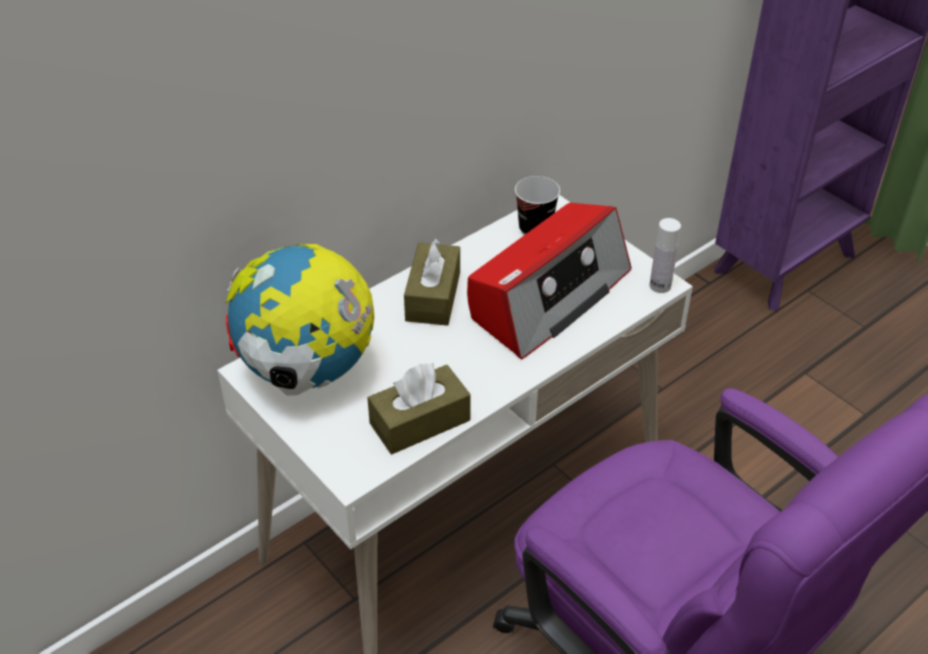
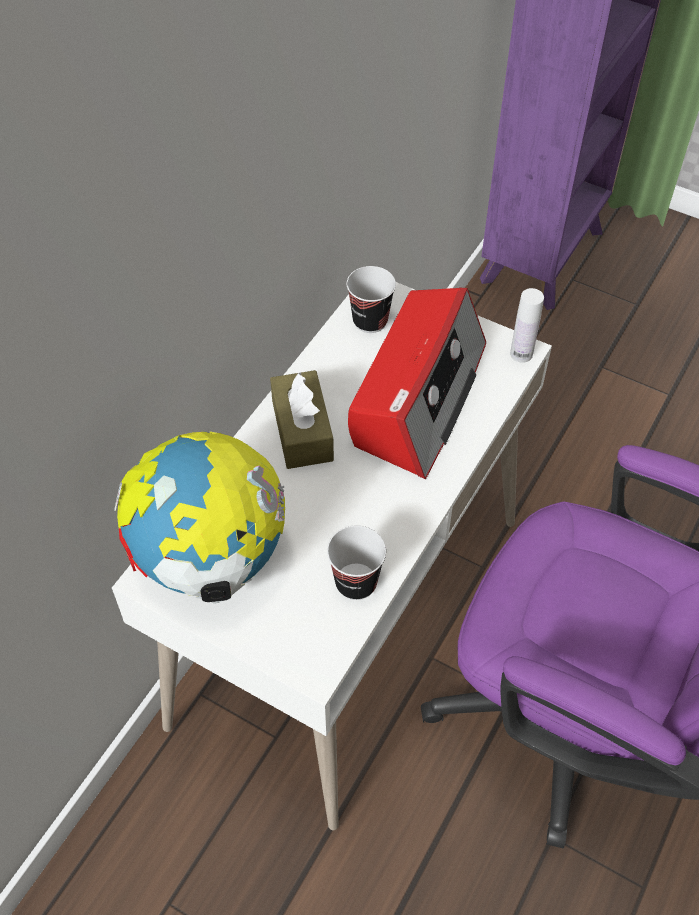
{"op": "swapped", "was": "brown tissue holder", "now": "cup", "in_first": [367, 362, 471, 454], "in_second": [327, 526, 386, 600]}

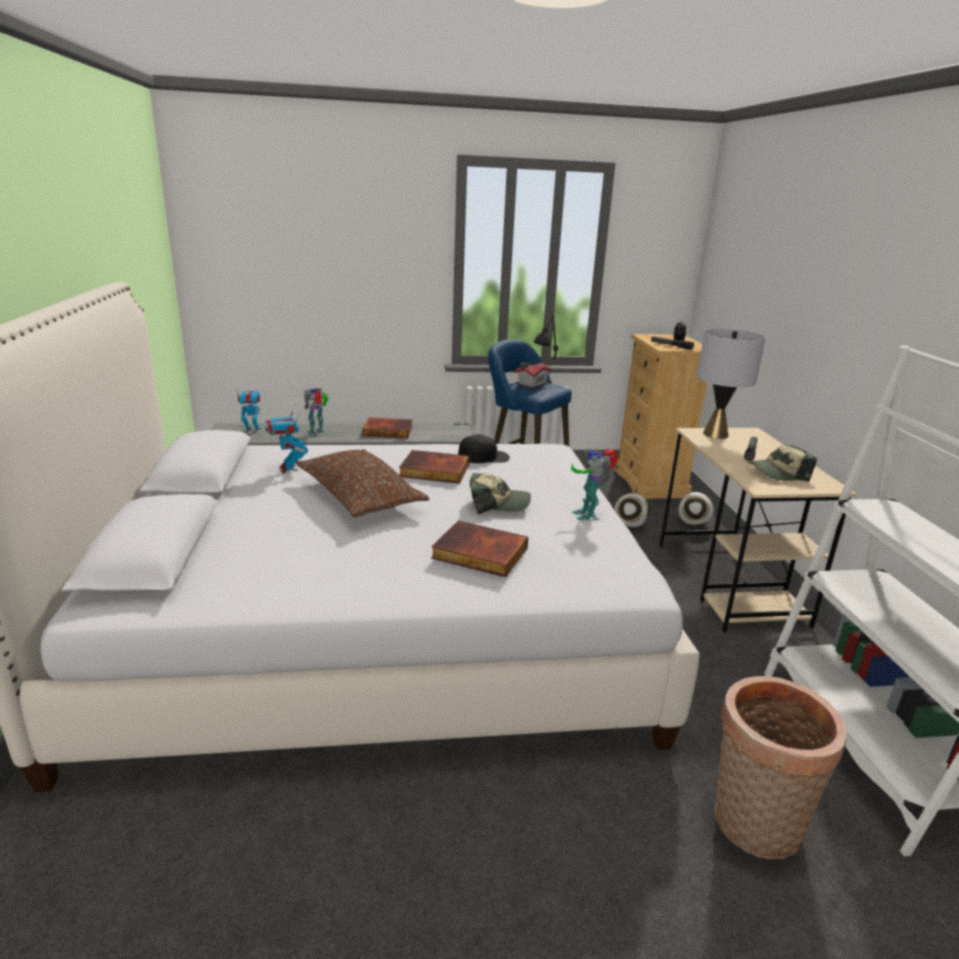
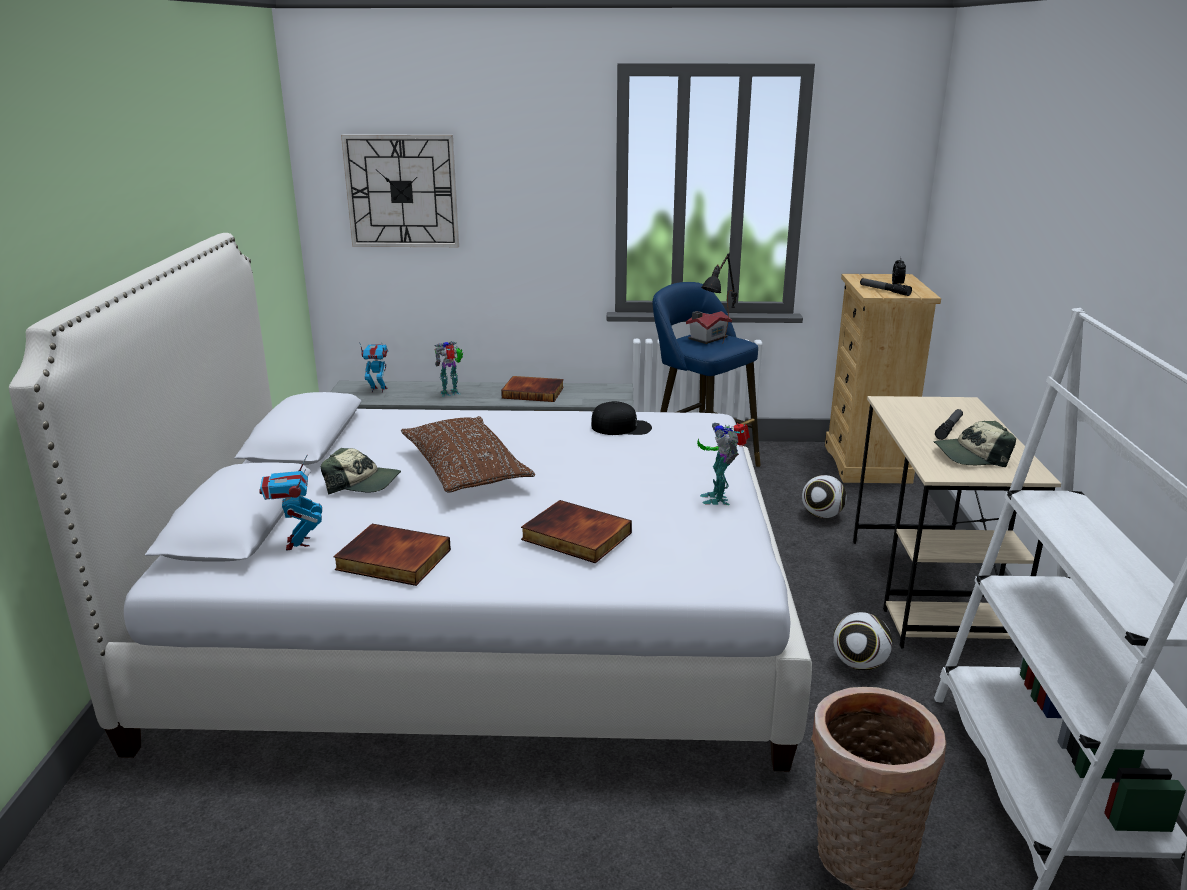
{"op": "gone", "was": "greyish table lamp", "in_first": [697, 328, 766, 439]}
{"op": "new", "now": "hanging clock", "in_second": [341, 134, 459, 247]}
{"op": "shifted", "was": "model robot", "in_first": [265, 405, 308, 473], "in_second": [259, 455, 322, 550]}
{"op": "shifted", "was": "bound book", "in_first": [399, 450, 470, 484], "in_second": [333, 524, 451, 586]}
{"op": "shifted", "was": "baseball cap", "in_first": [470, 473, 531, 514], "in_second": [321, 448, 401, 495]}
{"op": "shifted", "was": "football ball", "in_first": [678, 492, 714, 526], "in_second": [833, 612, 892, 670]}

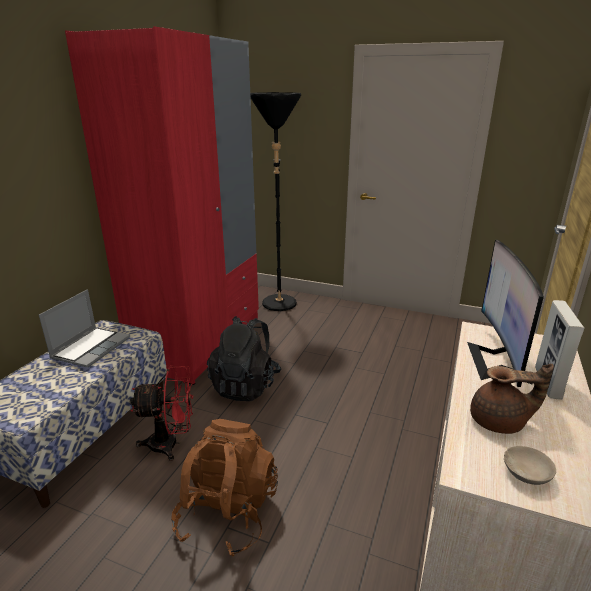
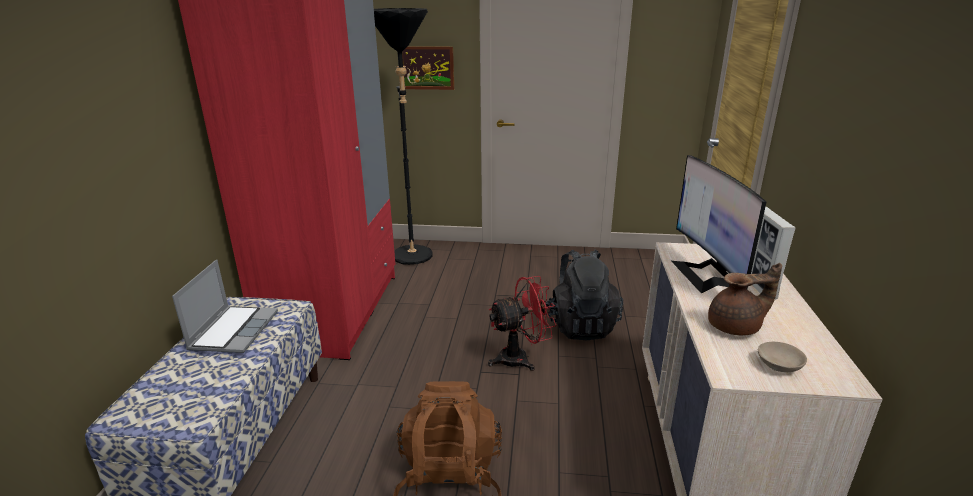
{"op": "new", "now": "wall picture", "in_second": [402, 46, 454, 90]}
{"op": "shifted", "was": "red electric fan", "in_first": [130, 365, 193, 461], "in_second": [488, 276, 556, 371]}
{"op": "shifted", "was": "blackish knapsack", "in_first": [207, 316, 281, 401], "in_second": [546, 249, 623, 340]}

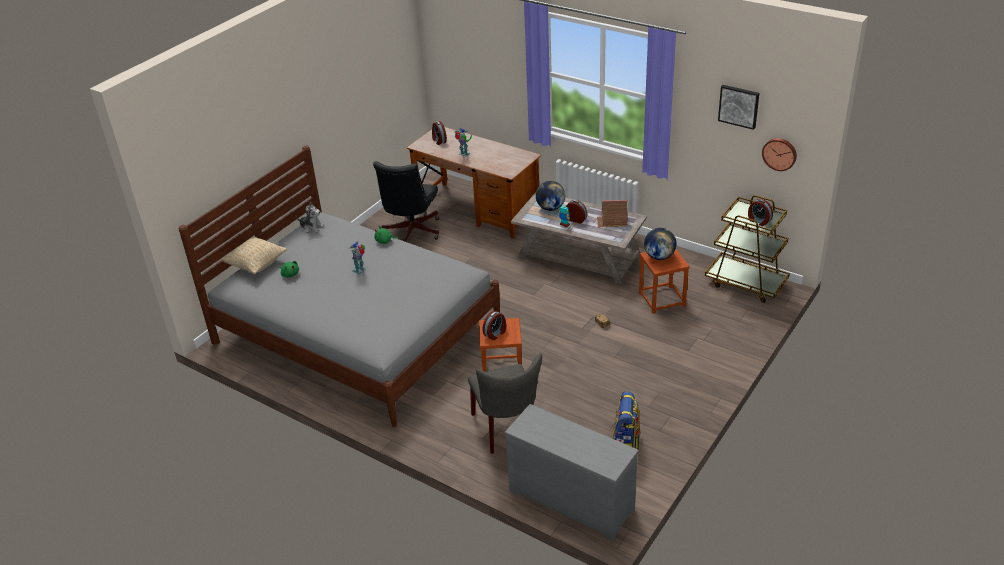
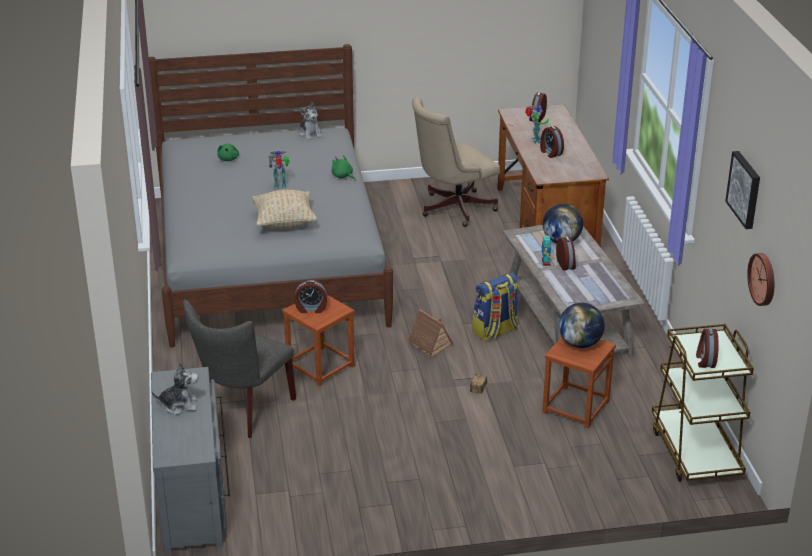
{"op": "new", "now": "plush toy", "in_second": [151, 363, 198, 415]}
{"op": "new", "now": "bedside clock", "in_second": [540, 126, 564, 158]}
{"op": "shifted", "was": "beige pillow", "in_first": [222, 237, 287, 274], "in_second": [252, 190, 317, 229]}
{"op": "shifted", "was": "toy house", "in_first": [597, 200, 628, 227], "in_second": [406, 309, 453, 357]}
{"op": "shifted", "was": "knapsack", "in_first": [612, 391, 641, 450], "in_second": [472, 273, 519, 341]}
{"op": "repainted", "was": "blackish desk chair", "now": "beige desk chair", "in_first": [373, 161, 439, 242], "in_second": [412, 97, 500, 227]}

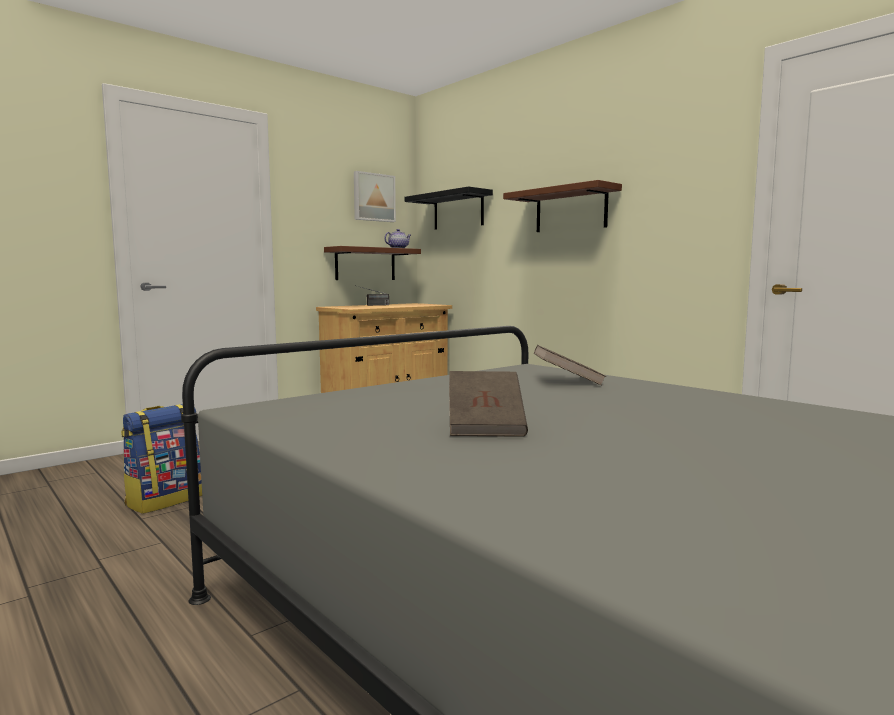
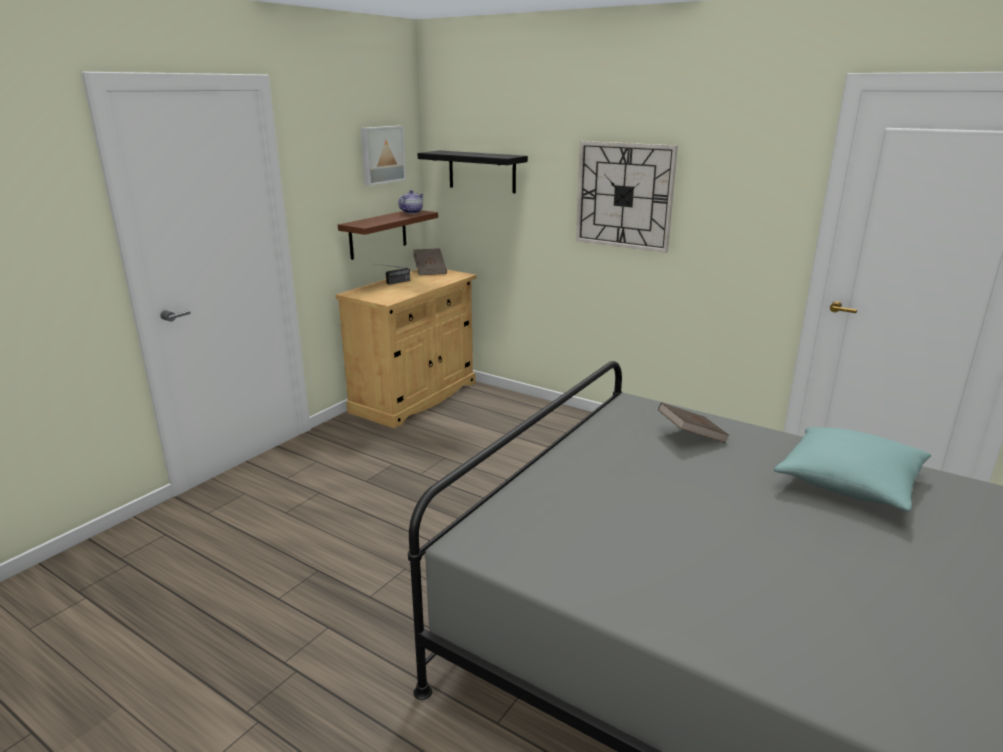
{"op": "gone", "was": "knapsack", "in_first": [121, 404, 202, 514]}
{"op": "new", "now": "turquoise-coloured pillow", "in_second": [774, 427, 932, 511]}
{"op": "shifted", "was": "brown bound book", "in_first": [449, 371, 528, 437], "in_second": [413, 248, 447, 275]}
{"op": "swapped", "was": "brown shelf", "now": "hanging clock", "in_first": [503, 180, 622, 232], "in_second": [576, 141, 678, 253]}

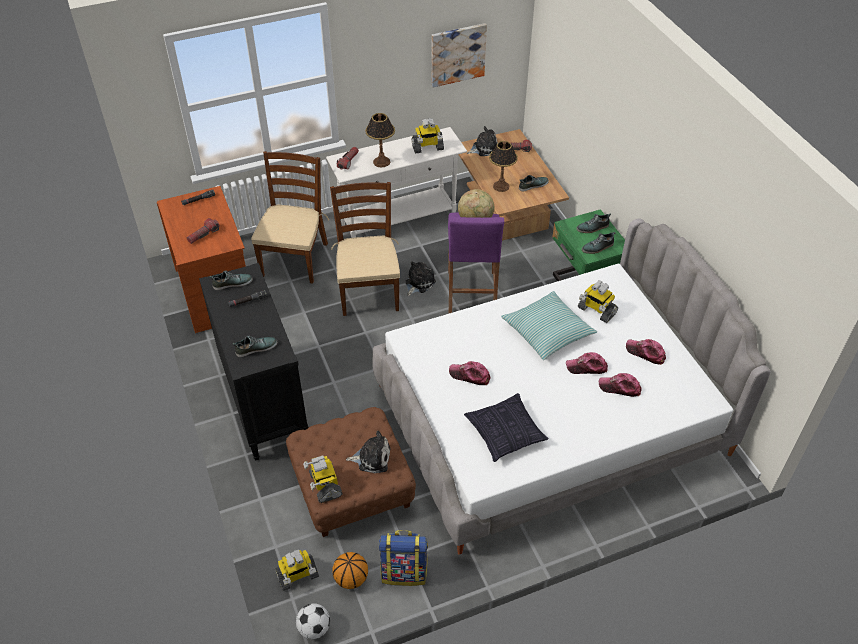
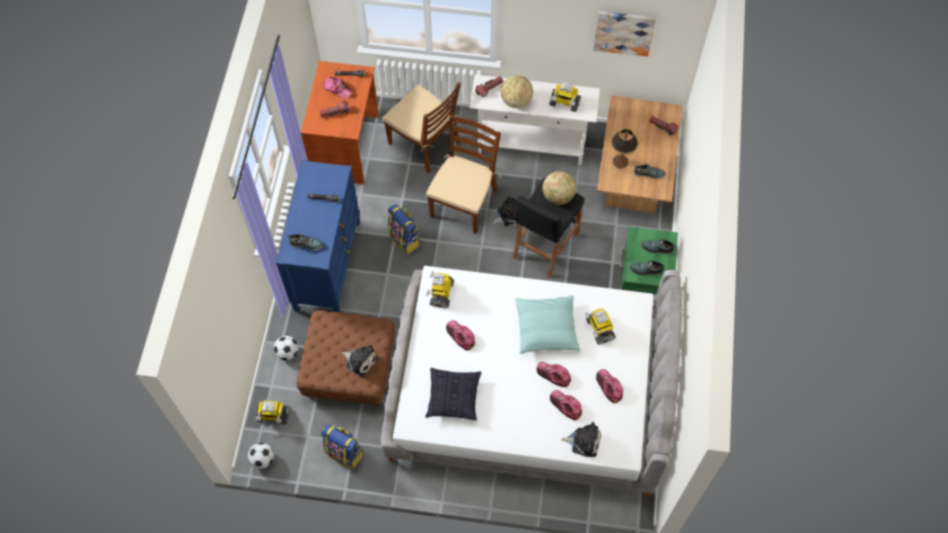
{"op": "gone", "was": "item of footwear", "in_first": [210, 271, 253, 290]}
{"op": "gone", "was": "ball for basketball", "in_first": [332, 552, 368, 589]}
{"op": "new", "now": "football ball", "in_second": [274, 336, 299, 360]}
{"op": "new", "now": "baseball cap", "in_second": [323, 77, 353, 99]}
{"op": "new", "now": "knapsack", "in_second": [388, 204, 421, 255]}
{"op": "shifted", "was": "model robot", "in_first": [303, 456, 343, 503], "in_second": [426, 271, 454, 308]}
{"op": "shifted", "was": "plush toy", "in_first": [467, 126, 498, 156], "in_second": [562, 422, 601, 457]}
{"op": "swapped", "was": "table lamp", "now": "globe", "in_first": [365, 113, 395, 168], "in_second": [501, 75, 533, 108]}
{"op": "repainted", "was": "blackish chest of drawers", "now": "bluish chest of drawers", "in_first": [199, 263, 309, 461], "in_second": [276, 160, 360, 312]}
{"op": "repainted", "was": "purplish stool seat", "now": "blackish stool seat", "in_first": [448, 212, 504, 313], "in_second": [512, 177, 584, 278]}
{"op": "rotated", "was": "brown upright chair", "in_first": [251, 151, 329, 284], "in_second": [383, 82, 461, 173], "clockwise": 90}

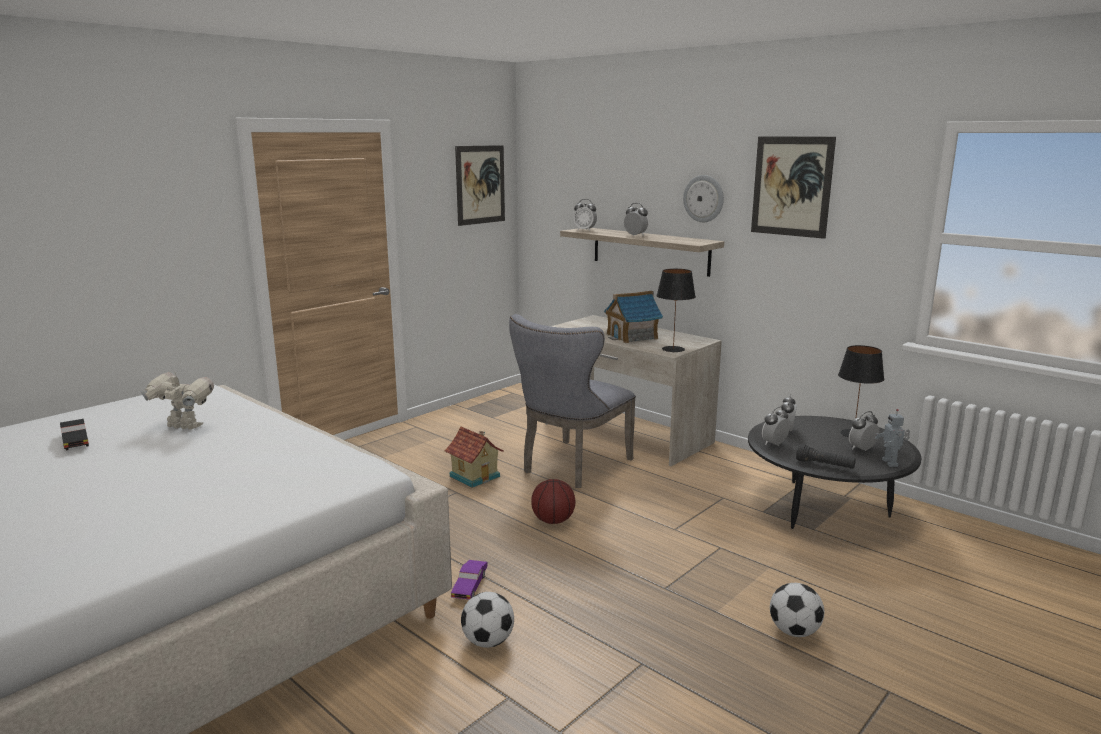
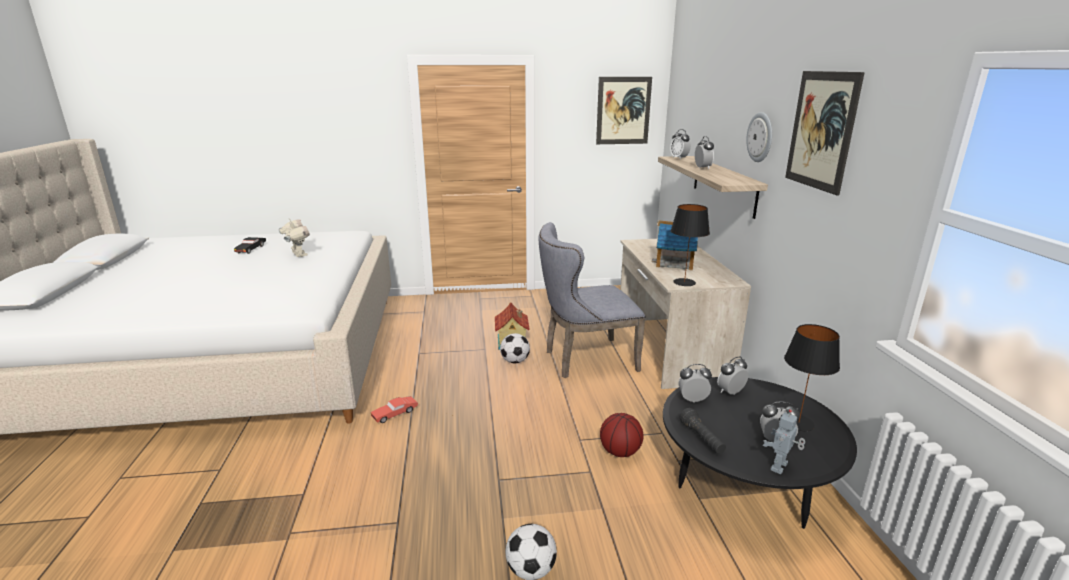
{"op": "shifted", "was": "football ball", "in_first": [461, 592, 514, 648], "in_second": [500, 333, 530, 363]}
{"op": "shifted", "was": "ball for basketball", "in_first": [531, 479, 575, 524], "in_second": [600, 413, 644, 457]}
{"op": "repainted", "was": "purplish model car", "now": "red model car", "in_first": [451, 560, 487, 600], "in_second": [370, 396, 418, 423]}

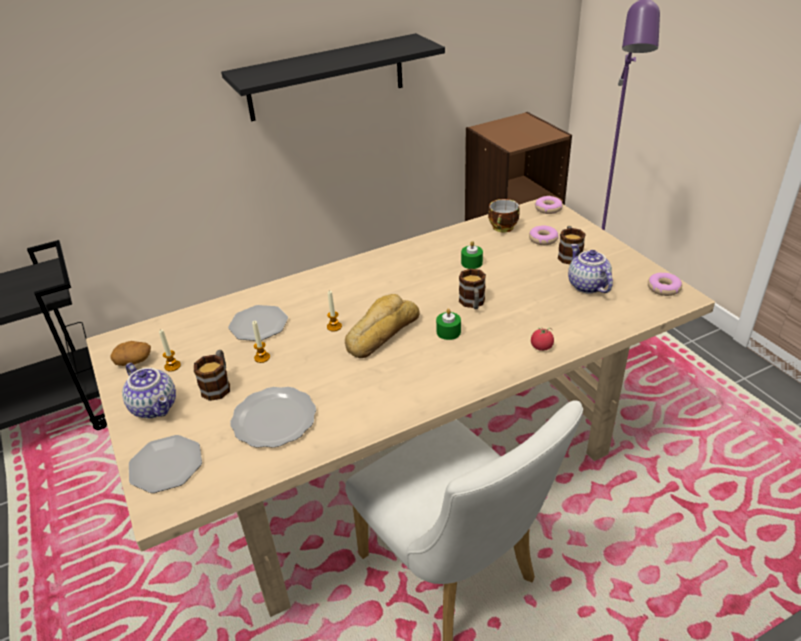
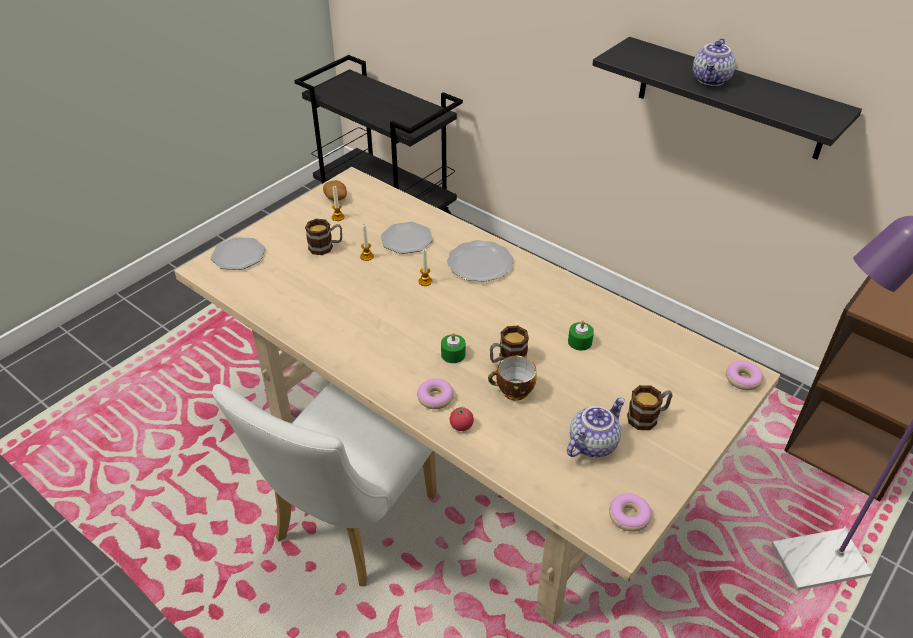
{"op": "gone", "was": "bakery bread", "in_first": [345, 294, 420, 358]}
{"op": "shifted", "was": "tea pot", "in_first": [122, 363, 176, 418], "in_second": [693, 38, 736, 86]}
{"op": "shifted", "was": "dinner plate", "in_first": [230, 387, 316, 448], "in_second": [447, 240, 514, 282]}
{"op": "shifted", "was": "cup", "in_first": [488, 199, 520, 232], "in_second": [488, 356, 537, 401]}
{"op": "shifted", "was": "ring doughnut", "in_first": [529, 225, 559, 245], "in_second": [417, 379, 454, 409]}

